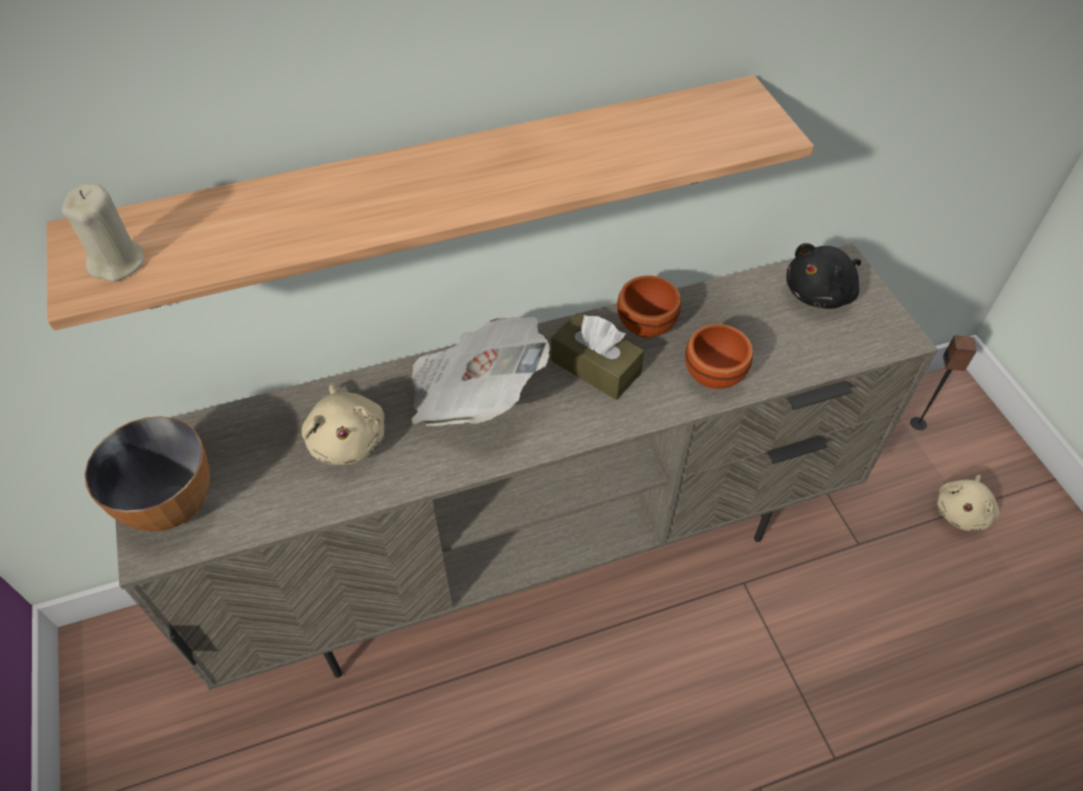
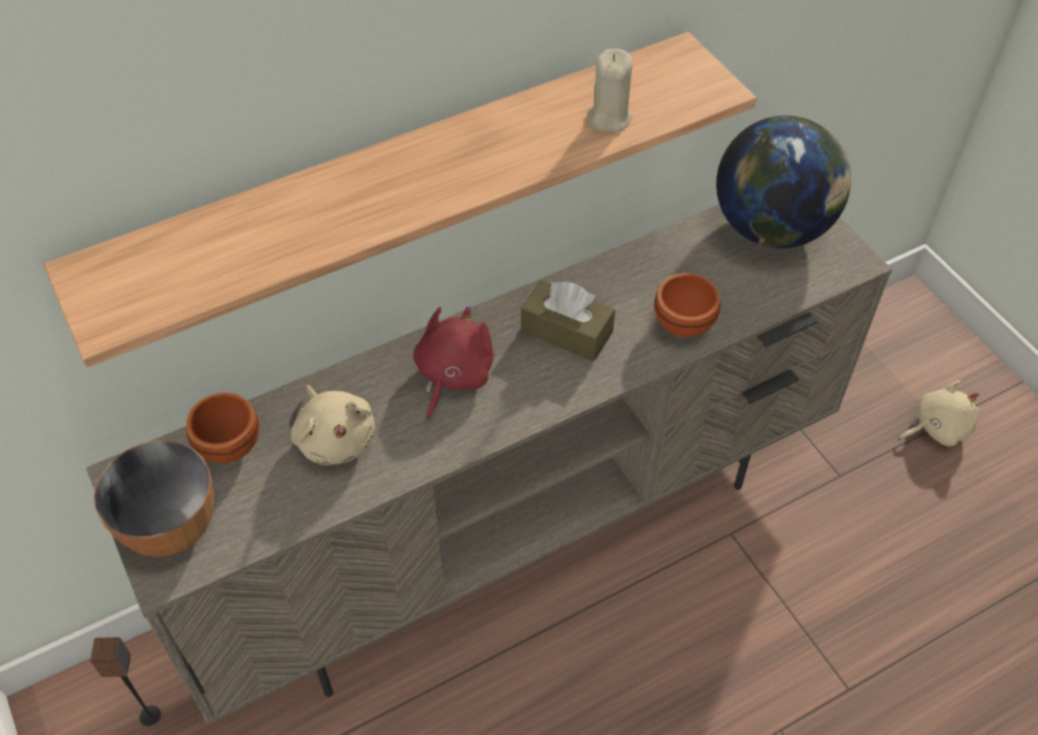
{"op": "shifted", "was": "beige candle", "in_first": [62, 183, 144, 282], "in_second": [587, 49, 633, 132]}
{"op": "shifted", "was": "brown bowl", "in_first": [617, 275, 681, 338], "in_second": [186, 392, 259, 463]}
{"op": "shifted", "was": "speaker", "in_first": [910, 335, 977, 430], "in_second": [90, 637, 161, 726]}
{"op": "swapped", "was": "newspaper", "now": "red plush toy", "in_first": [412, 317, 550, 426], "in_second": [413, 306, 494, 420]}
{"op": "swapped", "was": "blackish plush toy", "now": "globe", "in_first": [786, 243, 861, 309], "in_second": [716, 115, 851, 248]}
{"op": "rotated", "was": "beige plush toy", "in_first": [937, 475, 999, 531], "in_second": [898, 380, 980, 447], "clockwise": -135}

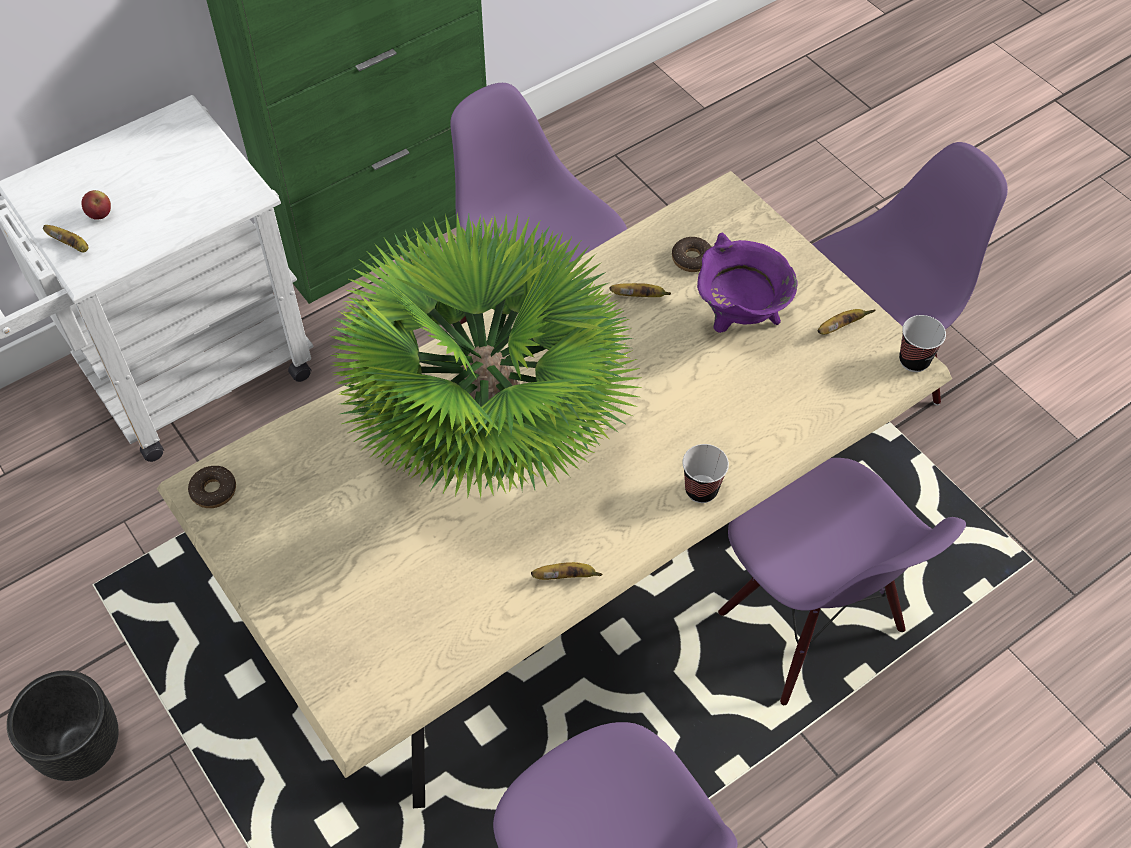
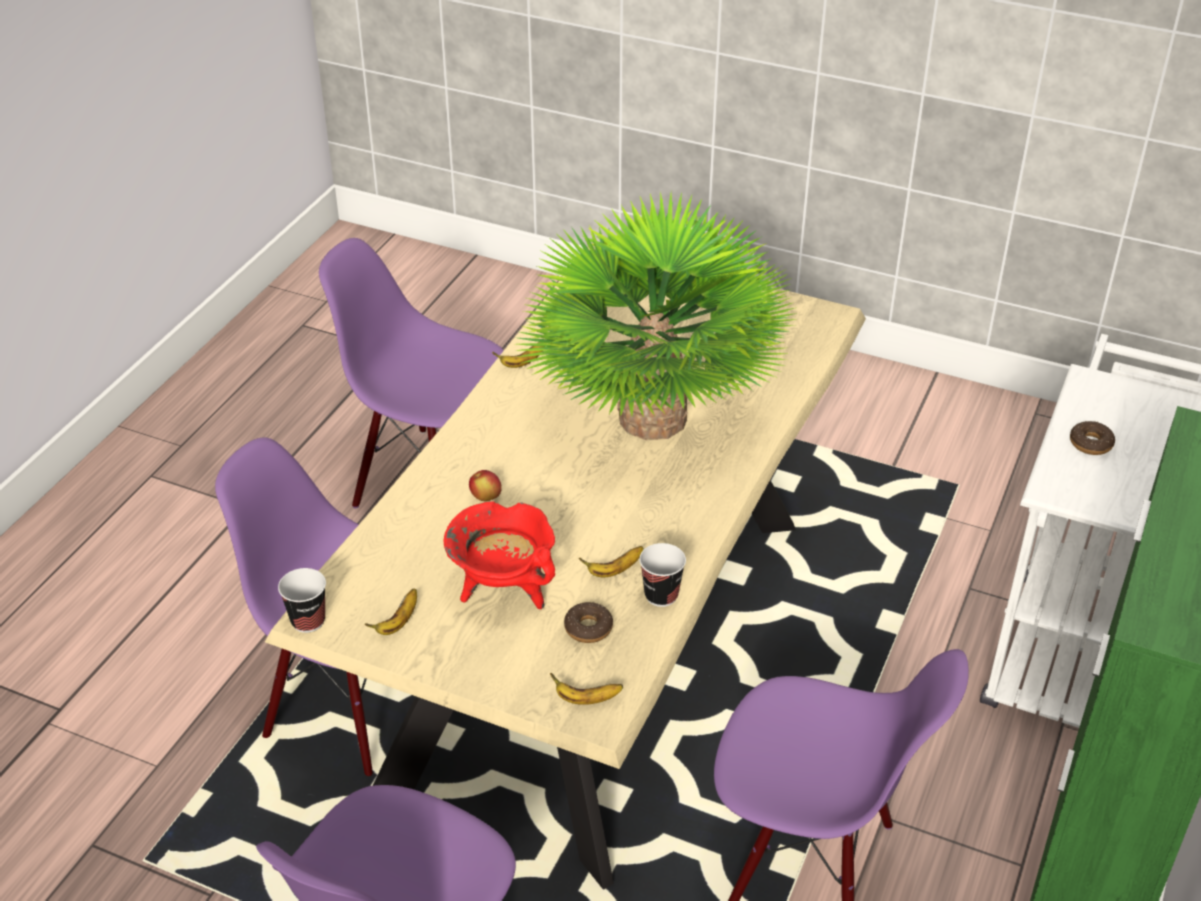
{"op": "gone", "was": "blackish plant pot", "in_first": [7, 670, 119, 781]}
{"op": "shifted", "was": "banana", "in_first": [43, 225, 89, 252], "in_second": [550, 673, 623, 705]}
{"op": "shifted", "was": "apple", "in_first": [82, 190, 111, 220], "in_second": [469, 470, 502, 501]}
{"op": "shifted", "was": "ring doughnut", "in_first": [188, 466, 236, 508], "in_second": [1070, 421, 1115, 455]}
{"op": "shifted", "was": "cup", "in_first": [683, 444, 729, 503], "in_second": [639, 543, 686, 607]}
{"op": "repainted", "was": "purplish cooking pot", "now": "red cooking pot", "in_first": [697, 233, 798, 333], "in_second": [444, 501, 555, 609]}

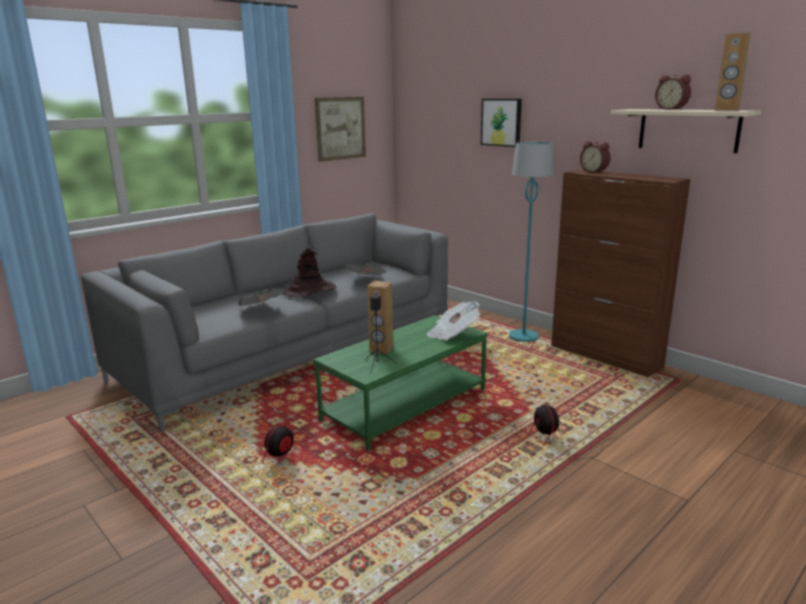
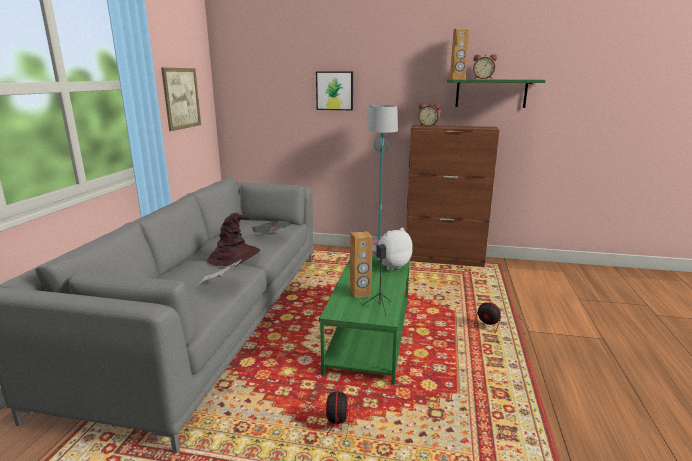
{"op": "shifted", "was": "brown speaker", "in_first": [715, 32, 750, 111], "in_second": [450, 29, 470, 79]}
{"op": "swapped", "was": "newspaper", "now": "plush toy", "in_first": [427, 301, 480, 341], "in_second": [372, 227, 413, 271]}
{"op": "repainted", "was": "beige shelf", "now": "green shelf", "in_first": [611, 109, 761, 153], "in_second": [447, 79, 545, 108]}

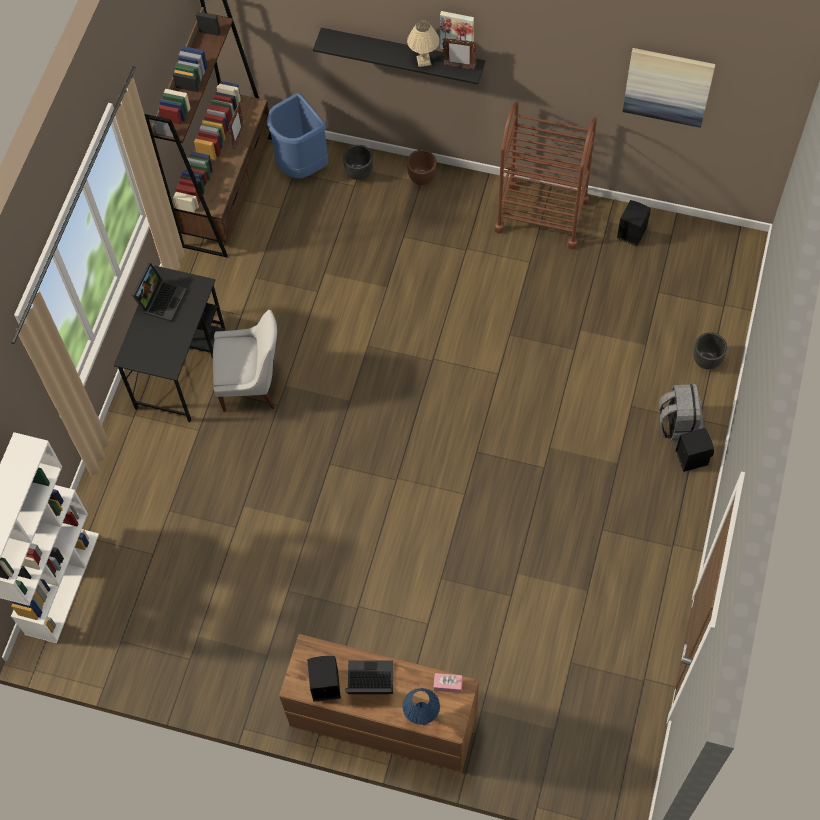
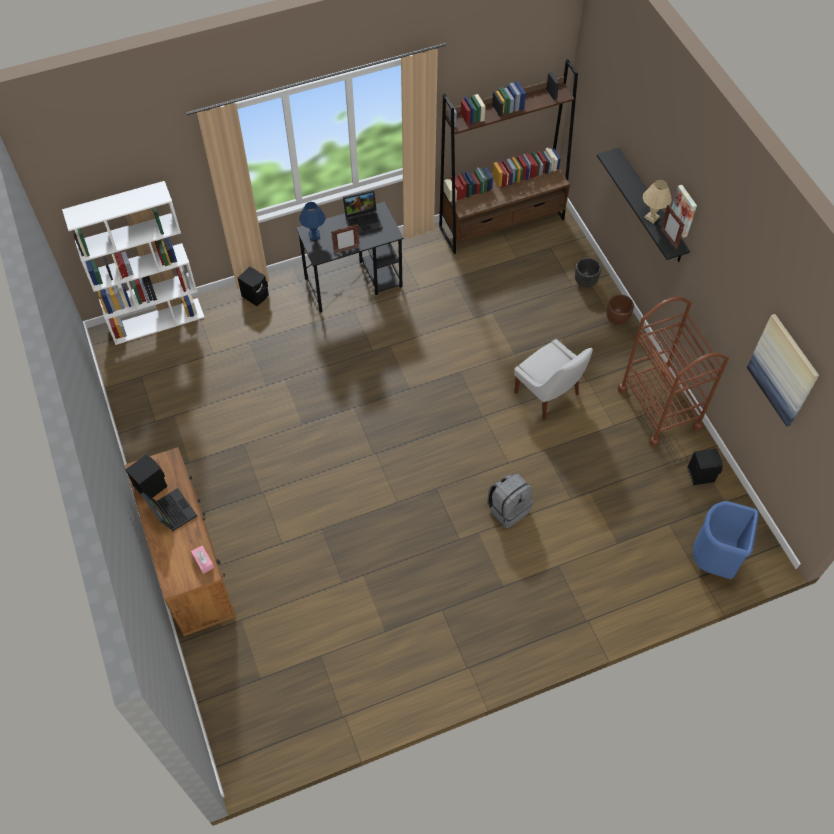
{"op": "gone", "was": "blackish plant pot", "in_first": [693, 332, 727, 370]}
{"op": "shifted", "was": "whitish upright chair", "in_first": [213, 310, 277, 412], "in_second": [514, 339, 593, 420]}
{"op": "shifted", "was": "standing frame", "in_first": [228, 103, 244, 149], "in_second": [331, 224, 360, 254]}
{"op": "shifted", "was": "bluish waste bin", "in_first": [267, 93, 329, 178], "in_second": [692, 501, 759, 579]}
{"op": "shifted", "was": "bluish table lamp", "in_first": [402, 688, 440, 726], "in_second": [299, 202, 326, 240]}
{"op": "shifted", "was": "greyish knapsack", "in_first": [659, 384, 703, 441], "in_second": [487, 473, 533, 528]}
{"op": "shifted", "was": "blackish speaker", "in_first": [675, 428, 714, 472], "in_second": [238, 267, 269, 306]}

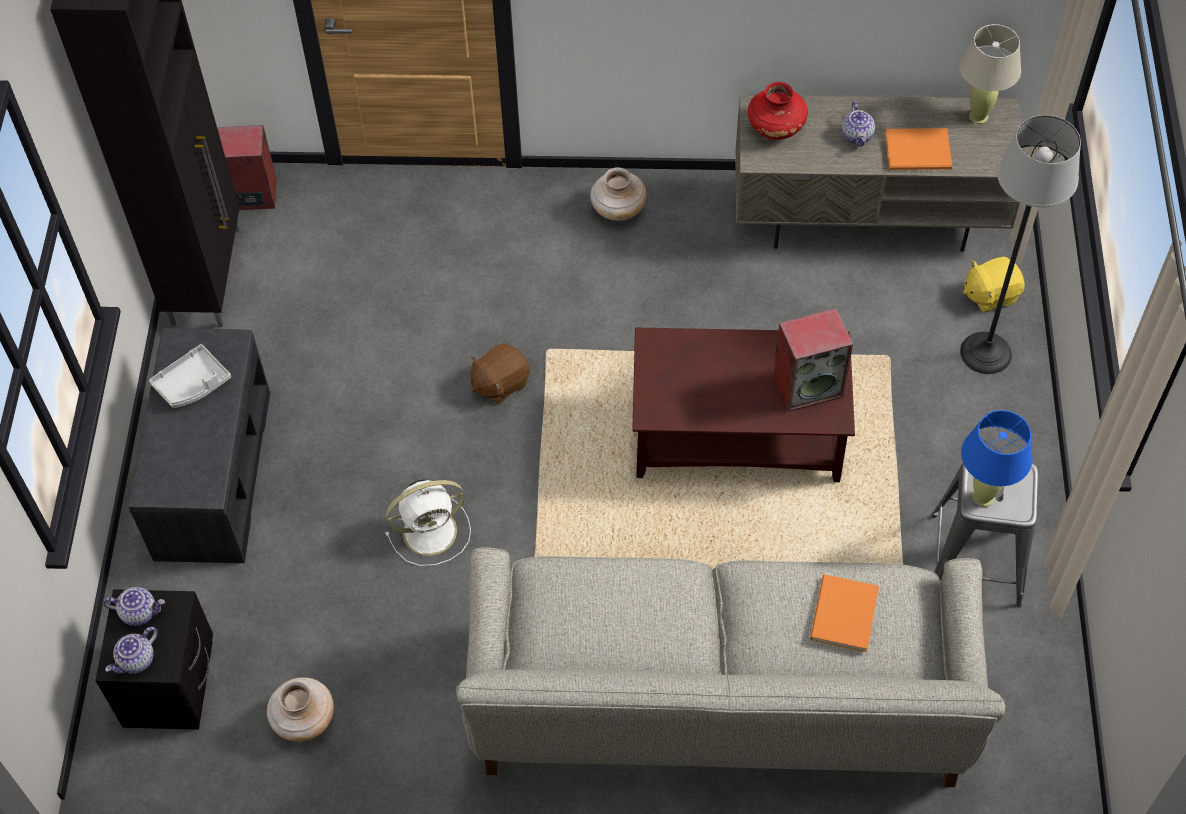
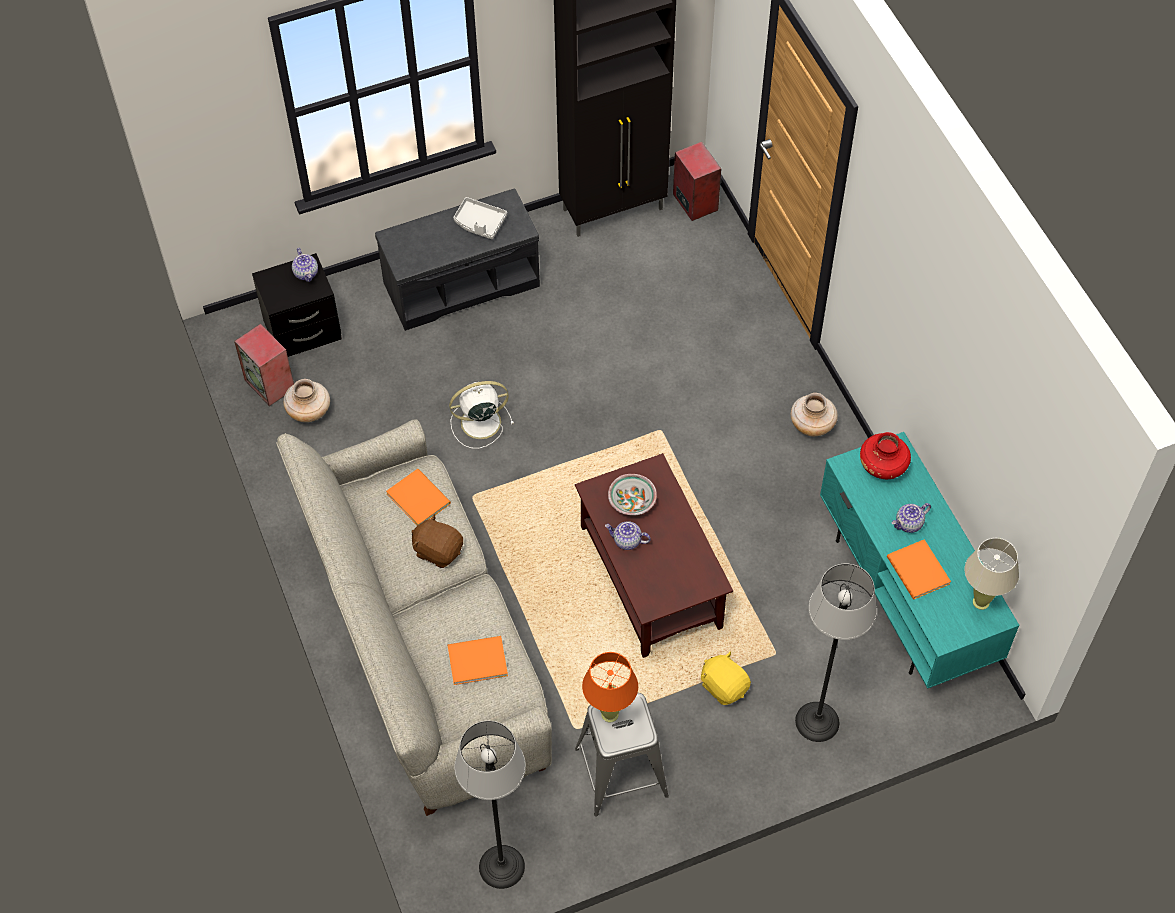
{"op": "new", "now": "orange-coloured bound book", "in_second": [386, 469, 451, 525]}
{"op": "new", "now": "floor lamp", "in_second": [455, 721, 526, 889]}
{"op": "new", "now": "bowl", "in_second": [608, 474, 657, 515]}
{"op": "shifted", "was": "tea pot", "in_first": [105, 627, 158, 674], "in_second": [605, 521, 651, 550]}
{"op": "shifted", "was": "brown plush toy", "in_first": [470, 343, 530, 404], "in_second": [412, 514, 463, 568]}
{"op": "shifted", "was": "speaker", "in_first": [773, 308, 853, 412], "in_second": [234, 324, 294, 406]}
{"op": "shifted", "was": "yellow plush toy", "in_first": [963, 257, 1025, 313], "in_second": [701, 651, 751, 705]}
{"op": "repainted", "was": "greyish tv unit", "now": "turquoise-coloured tv unit", "in_first": [735, 94, 1025, 252], "in_second": [820, 432, 1020, 689]}
{"op": "repainted", "was": "bluish table lamp", "now": "orange-coloured table lamp", "in_first": [961, 410, 1033, 507], "in_second": [582, 652, 638, 723]}
{"op": "rotated", "was": "whitish electric fan", "in_first": [385, 479, 471, 566], "in_second": [449, 381, 514, 449], "clockwise": 120}

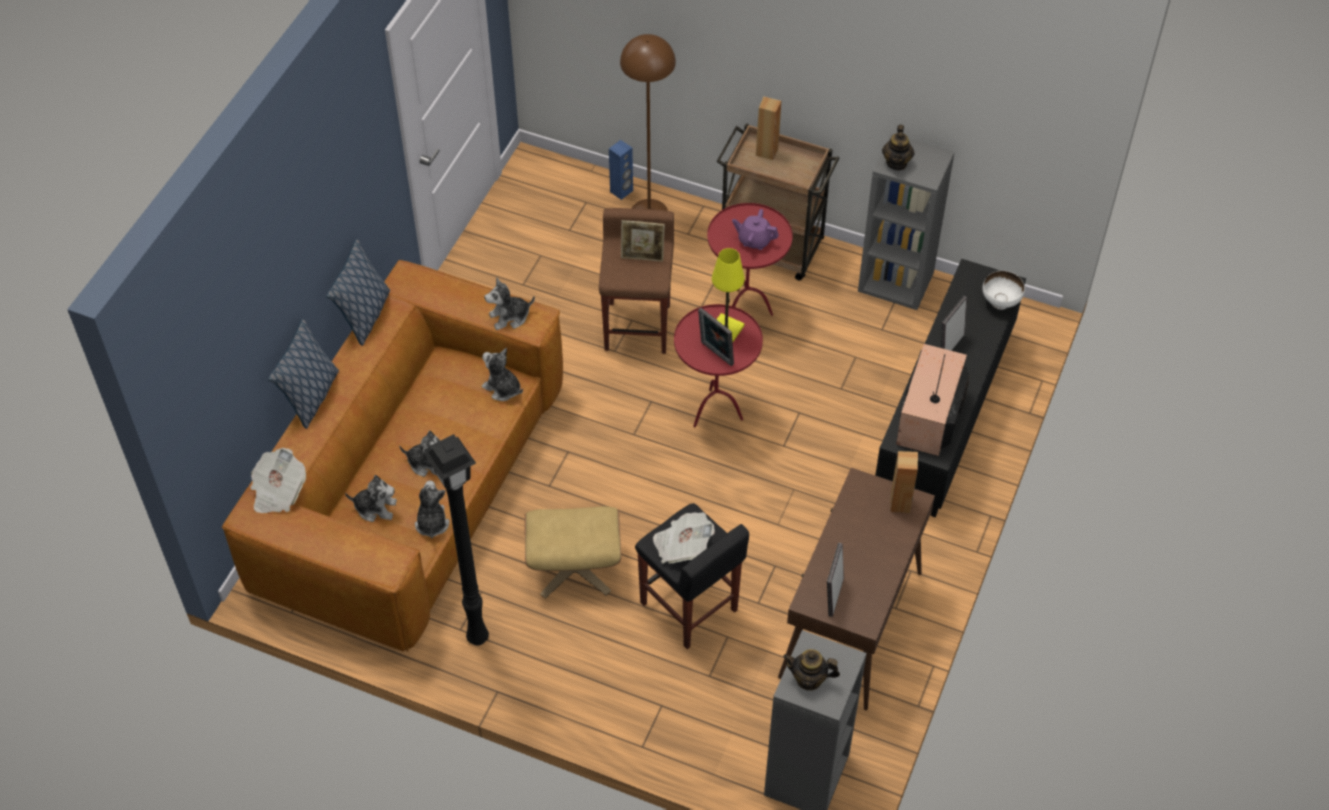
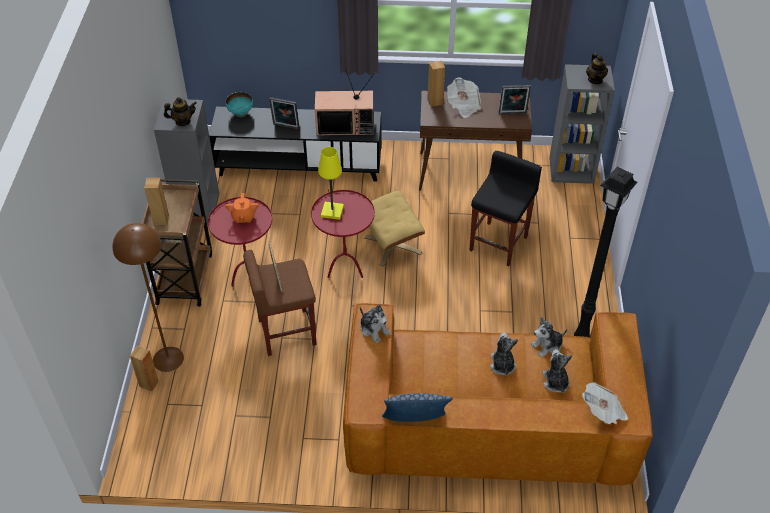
{"op": "gone", "was": "pillow", "in_first": [268, 319, 339, 429]}
{"op": "gone", "was": "plush toy", "in_first": [482, 348, 523, 401]}
{"op": "gone", "was": "standing frame", "in_first": [698, 308, 734, 366]}
{"op": "shifted", "was": "beige pouffe", "in_first": [525, 506, 621, 599], "in_second": [364, 191, 425, 267]}
{"op": "shifted", "was": "newspaper", "in_first": [653, 512, 715, 563], "in_second": [447, 78, 481, 118]}
{"op": "repainted", "was": "bluish speaker", "now": "brown speaker", "in_first": [609, 140, 633, 200], "in_second": [130, 346, 159, 392]}
{"op": "repainted", "was": "purplish tea pot", "now": "orange-coloured tea pot", "in_first": [732, 209, 779, 250], "in_second": [225, 193, 259, 223]}
{"op": "repainted", "was": "whitish bowl", "now": "turquoise-coloured bowl", "in_first": [982, 271, 1025, 310], "in_second": [226, 92, 253, 117]}

